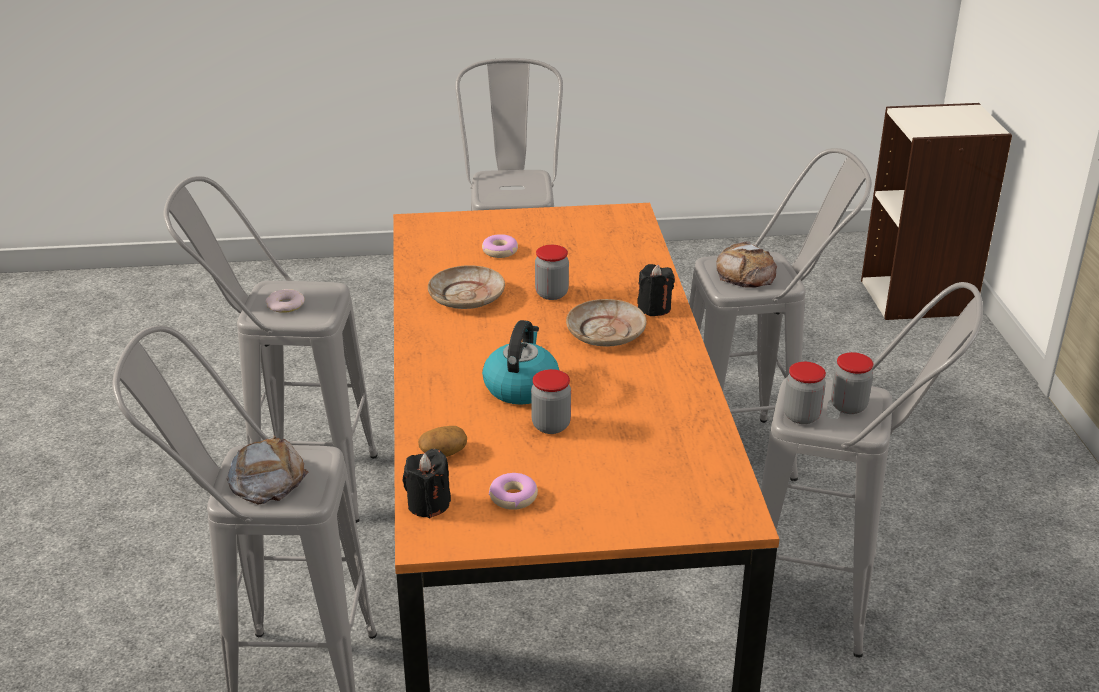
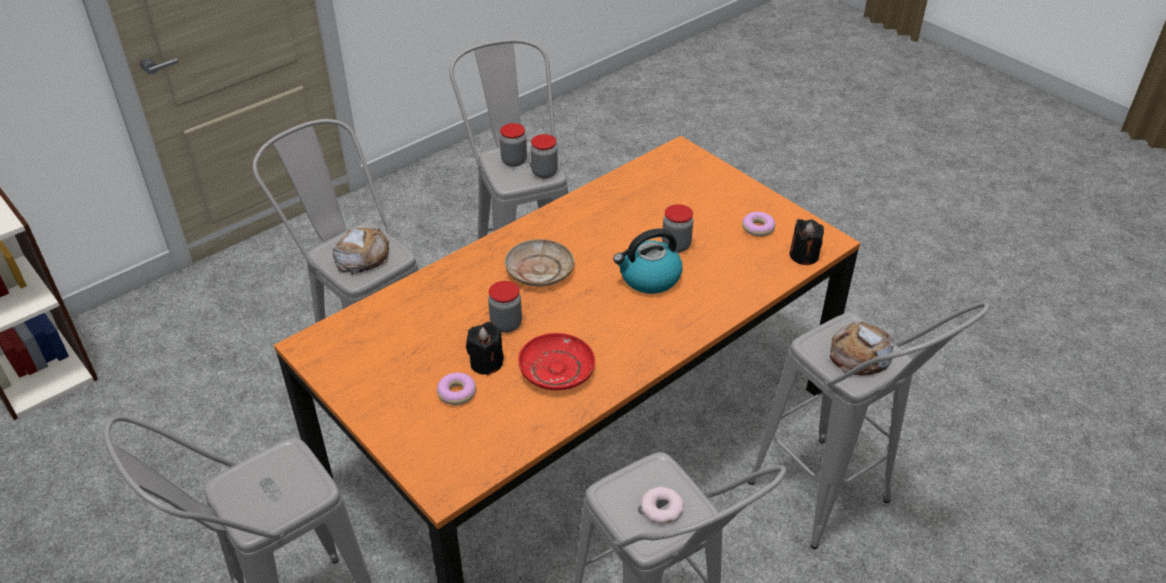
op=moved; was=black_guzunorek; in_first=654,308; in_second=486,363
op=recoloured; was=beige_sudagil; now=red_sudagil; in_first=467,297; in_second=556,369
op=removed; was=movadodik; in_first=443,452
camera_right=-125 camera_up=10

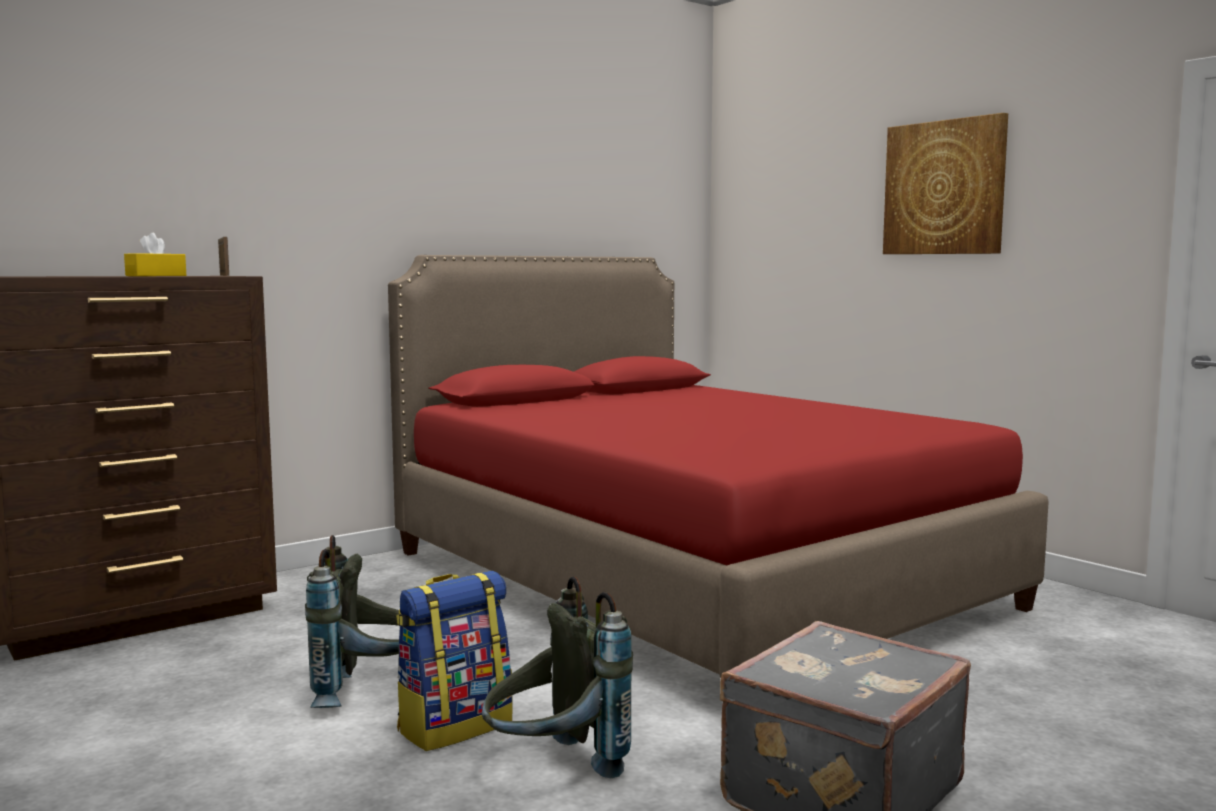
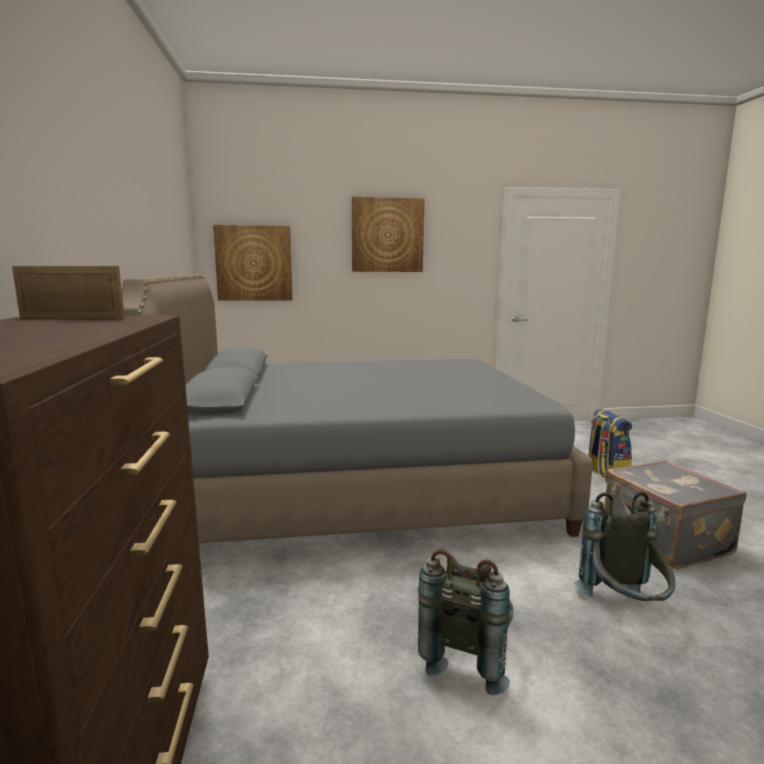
op=recoloured; was=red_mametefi; now=grey_mametefi; in_first=688,579; in_second=361,487
op=added; now=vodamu; in_second=254,263
op=moved; was=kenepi; in_first=455,726; in_second=605,473
op=removed; was=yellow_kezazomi; in_first=156,276
camera_right=-60 camera_up=5

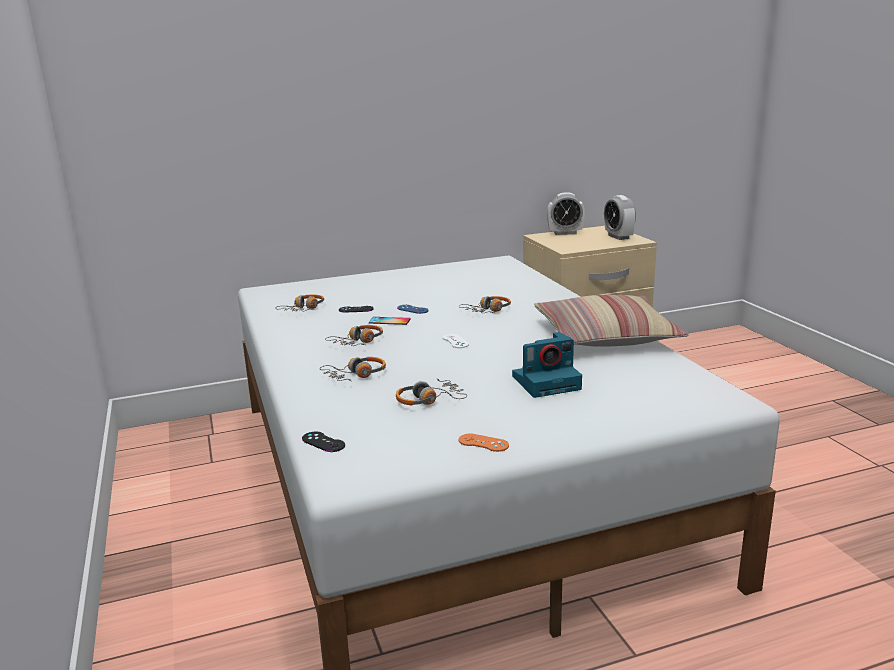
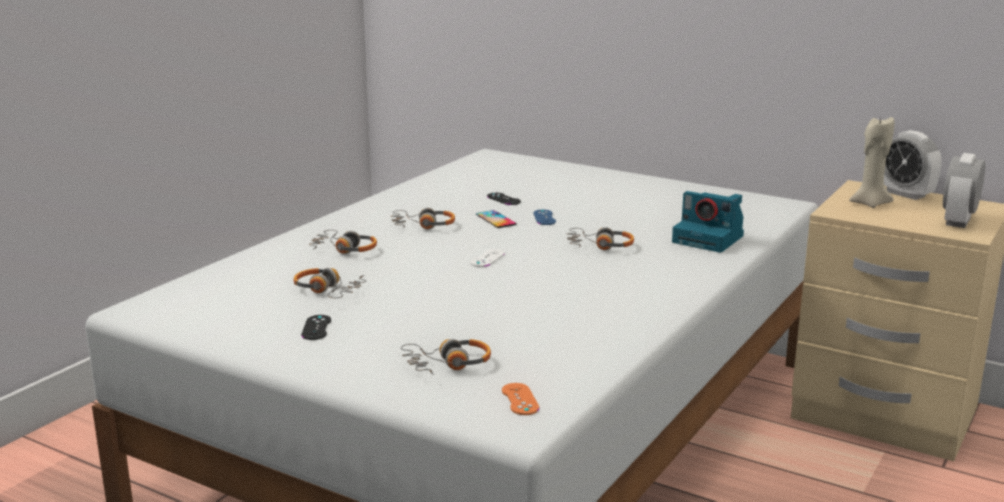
op=moved; was=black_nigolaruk; in_first=323,442; in_second=316,328
op=moved; was=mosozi; in_first=304,309; in_second=447,364
op=moved; was=orange_nigolaruk; in_first=483,443; in_second=520,399
op=moved; was=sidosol; in_first=547,382; in_second=709,239
op=added; now=beige_guzunorek; in_second=869,203
op=removed; was=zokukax; in_first=605,336
camera_right=50 camera_up=0

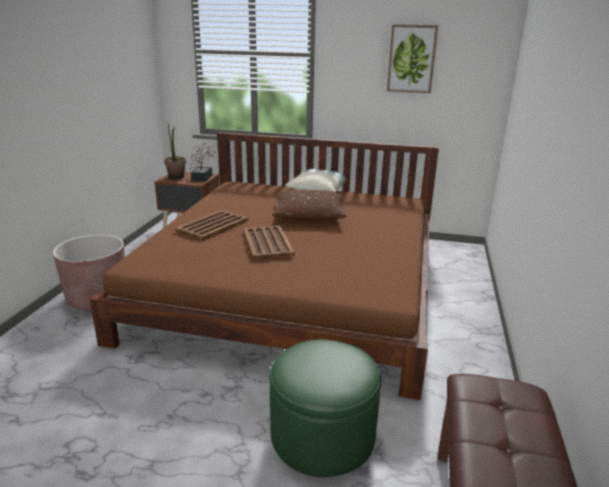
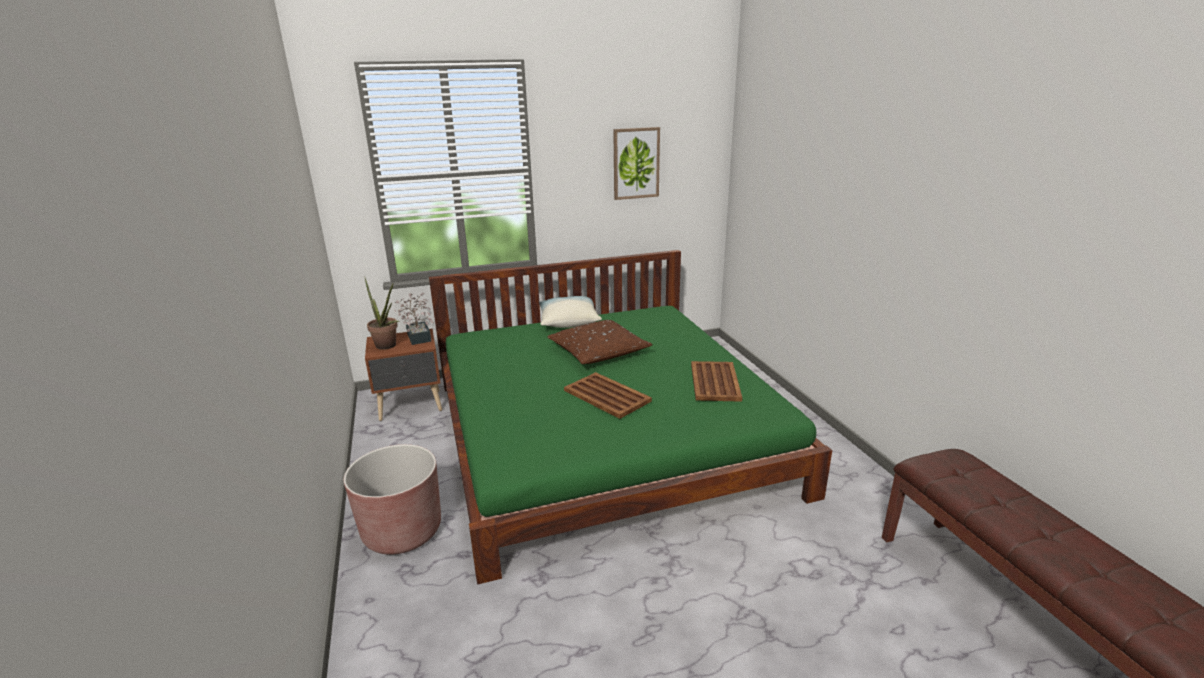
op=recoloured; was=brown_mametefi; now=green_mametefi; in_first=293,286; in_second=604,434
op=moved; was=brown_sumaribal; in_first=213,225; in_second=715,381
op=removed; was=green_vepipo; in_first=322,435
camera_right=-30 camera_up=0

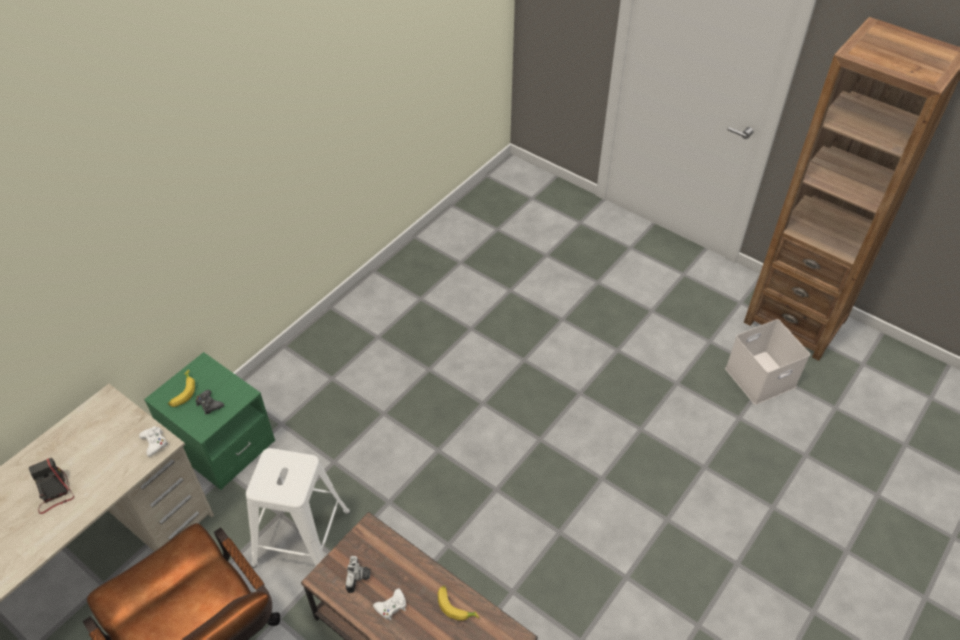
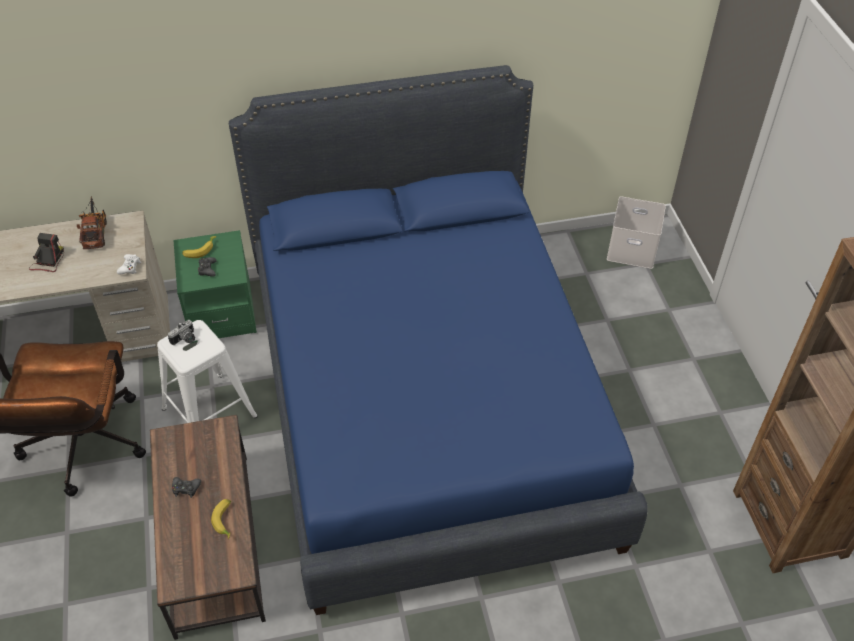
op=added; now=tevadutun; in_second=95,232
op=moved; was=sidosol; in_first=359,578; in_second=185,339
op=recoloured; was=white_nigolaruk; now=black_nigolaruk; in_first=391,606; in_second=186,488
op=added; now=blue_mametefi; in_second=427,403
op=moved; was=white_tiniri; in_first=760,376; in_second=633,248
camera_right=40 camera_up=0

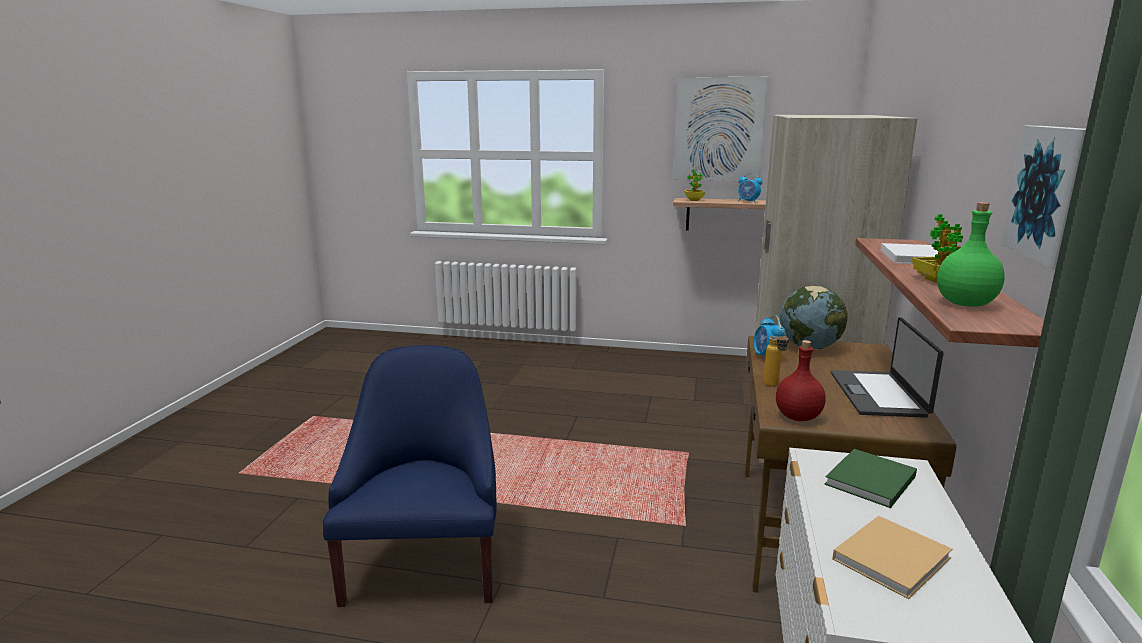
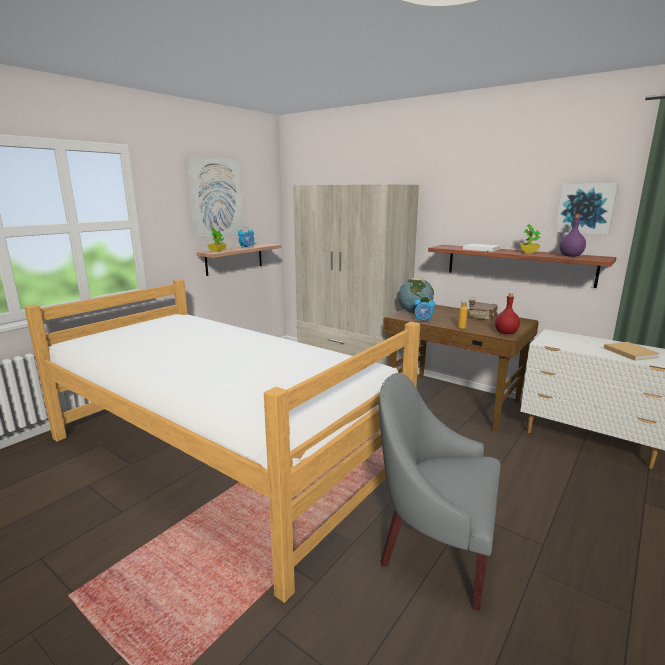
op=added; now=mametefi; in_second=221,454
op=recoloured; was=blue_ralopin; now=grey_ralopin; in_first=425,564; in_second=434,546
op=replaced; was=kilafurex; now=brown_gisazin; in_first=879,394; in_second=483,316
op=recoloured; was=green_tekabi; now=purple_tekabi; in_first=965,303; in_second=570,256
op=removed; was=green_gisazin; in_first=869,481
camera_right=-65 camera_up=0

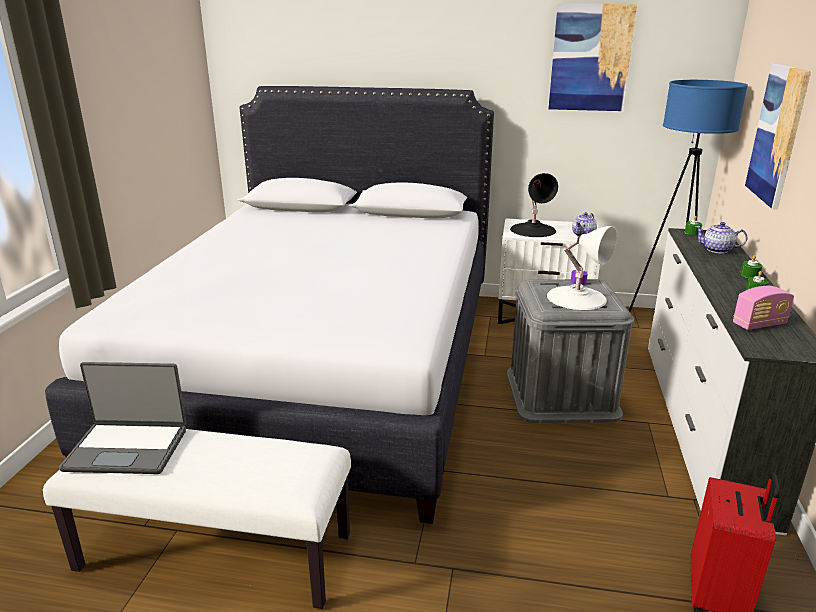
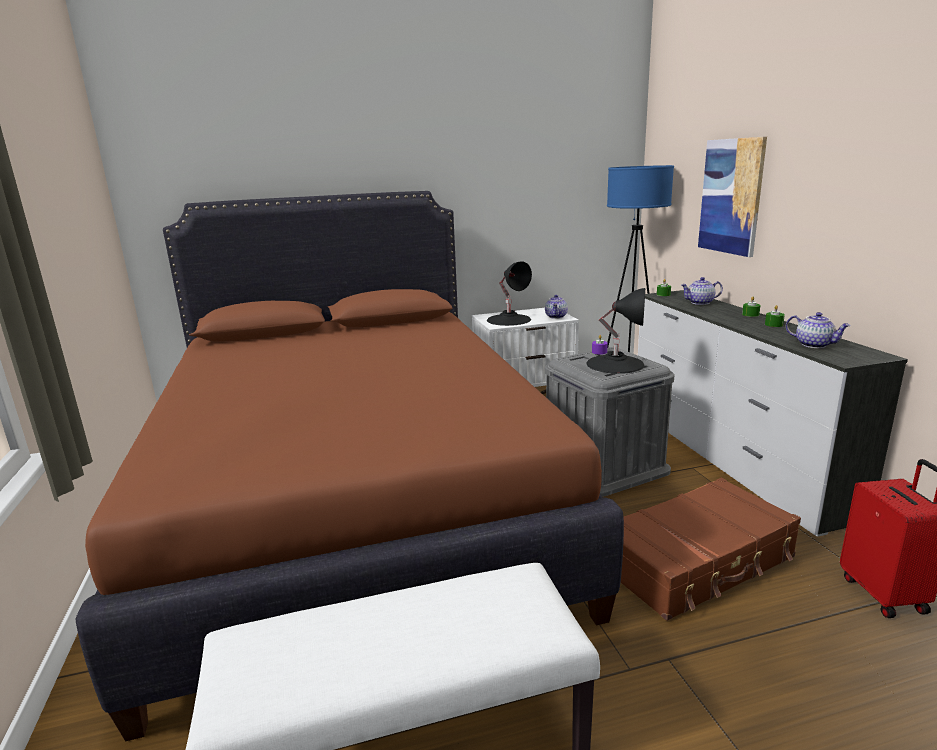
op=recoloured; was=white_mametefi; now=brown_mametefi; in_first=323,368; in_second=355,503
op=recoloured; was=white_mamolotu; now=black_mamolotu; in_first=576,297; in_second=615,364
op=added; now=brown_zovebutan; in_second=697,562
op=replaced; was=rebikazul; now=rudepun; in_first=759,324; in_second=814,345
op=removed; was=kilafurex; in_first=128,448
op=removed; was=vodamu; in_first=590,58
camera_right=-25 camera_up=-5

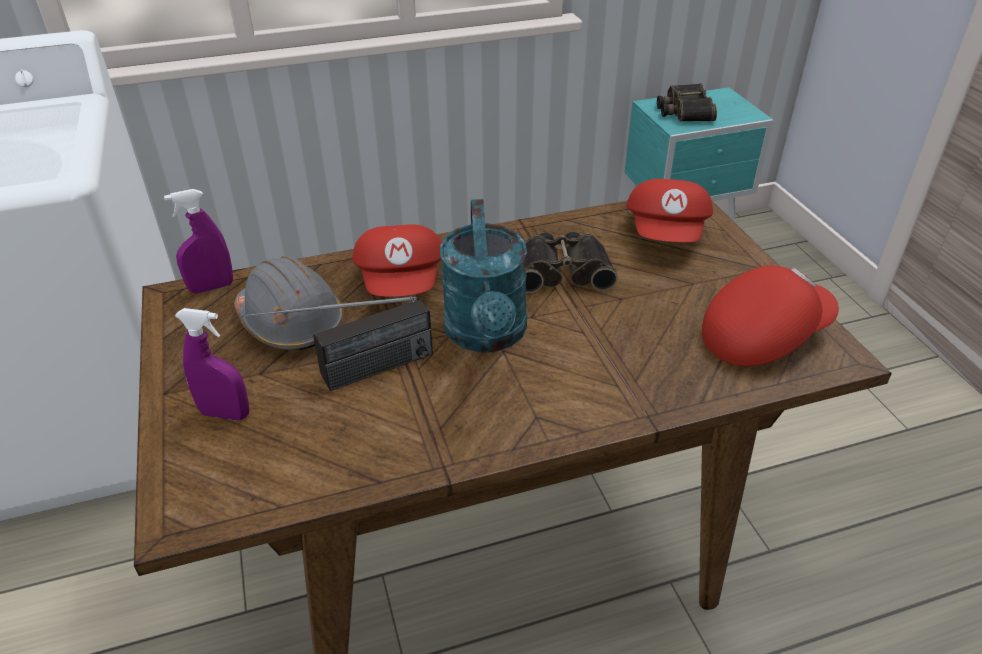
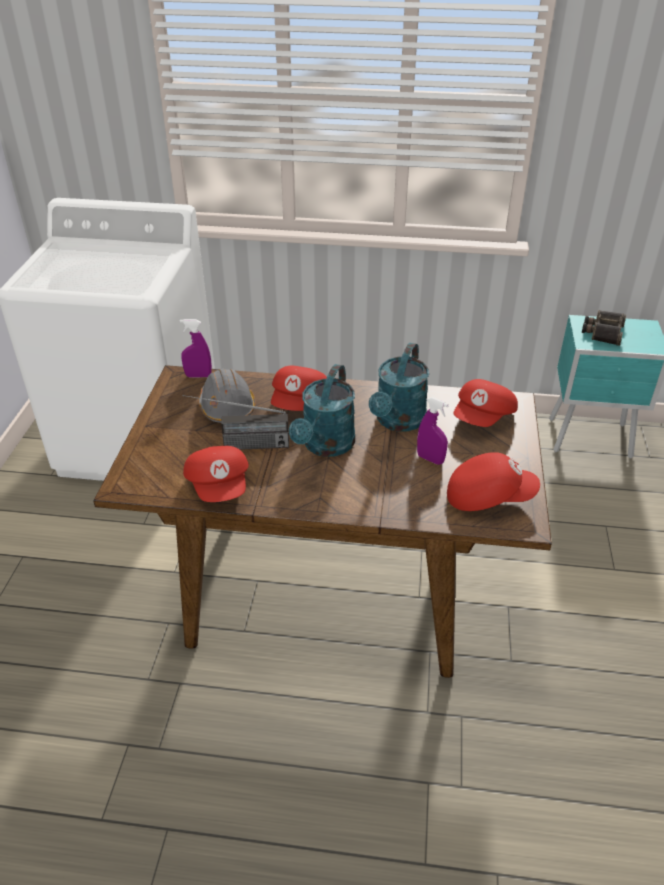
op=added; now=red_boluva; in_second=220,486
op=replaced; was=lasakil; now=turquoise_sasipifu; in_first=562,270; in_second=398,422
op=moved; was=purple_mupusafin; in_first=225,414; in_second=430,459
camera_right=25 camera_up=0

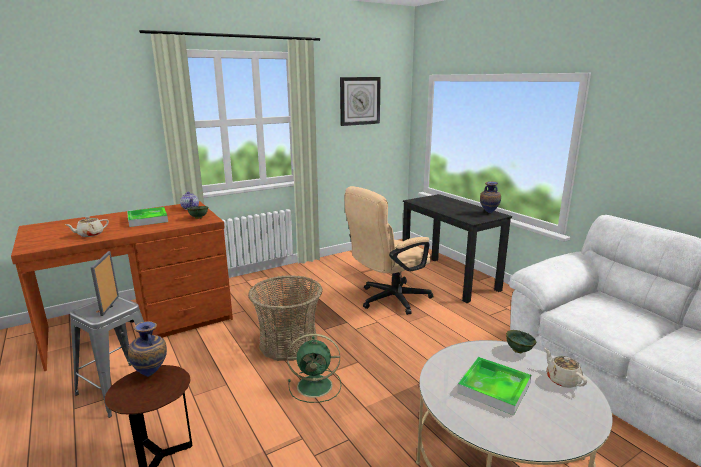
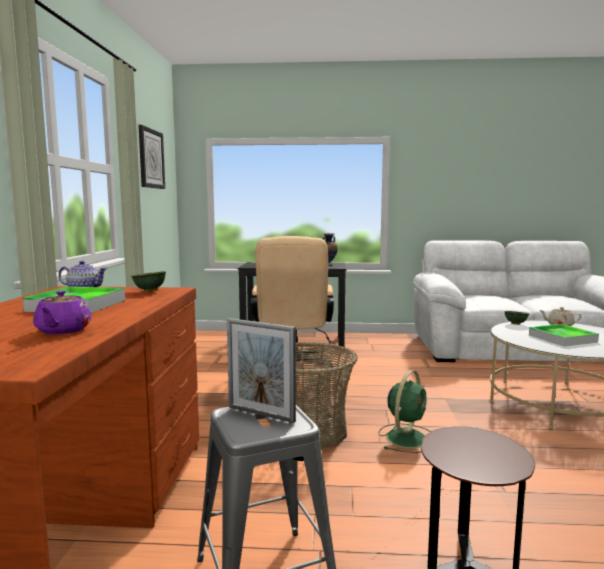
op=recoloured; was=beige_rudepun; now=purple_rudepun; in_first=90,234; in_second=62,331
op=removed; was=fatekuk; in_first=152,374
camera_right=-55 camera_up=-10

